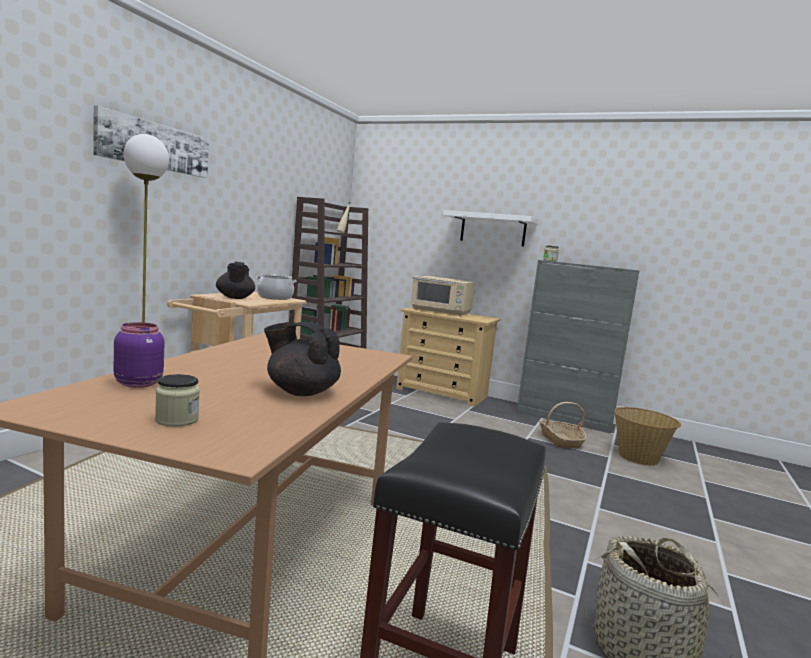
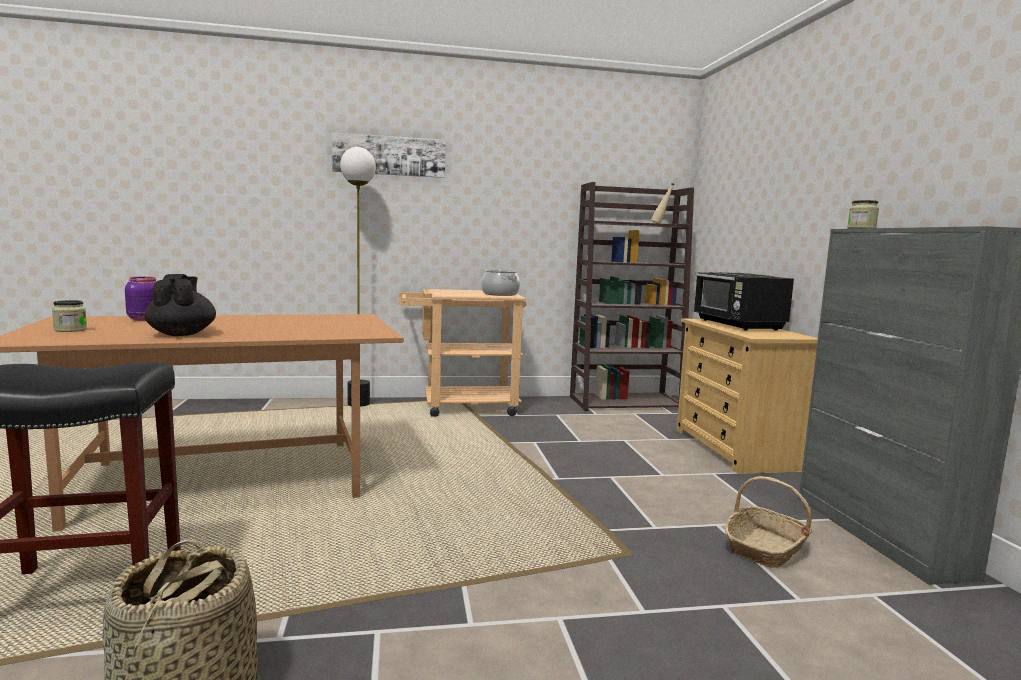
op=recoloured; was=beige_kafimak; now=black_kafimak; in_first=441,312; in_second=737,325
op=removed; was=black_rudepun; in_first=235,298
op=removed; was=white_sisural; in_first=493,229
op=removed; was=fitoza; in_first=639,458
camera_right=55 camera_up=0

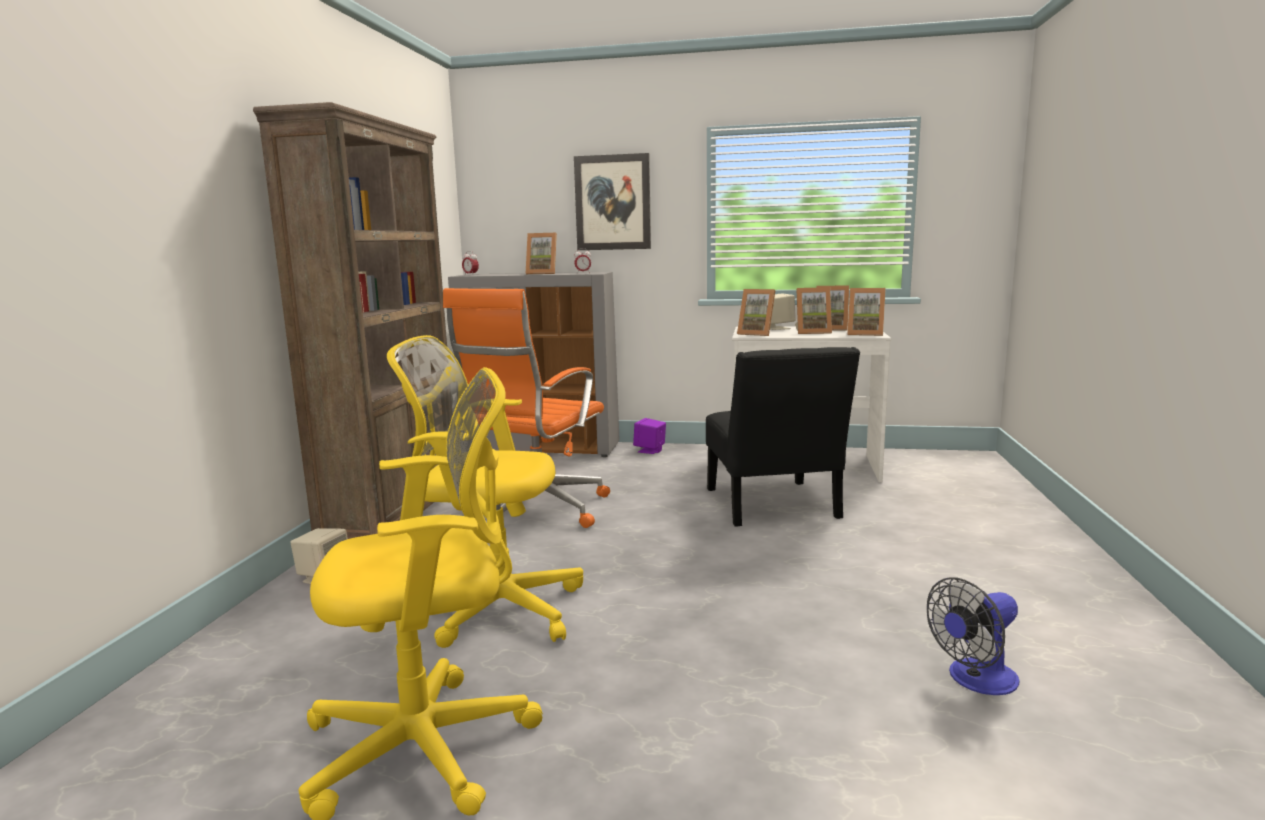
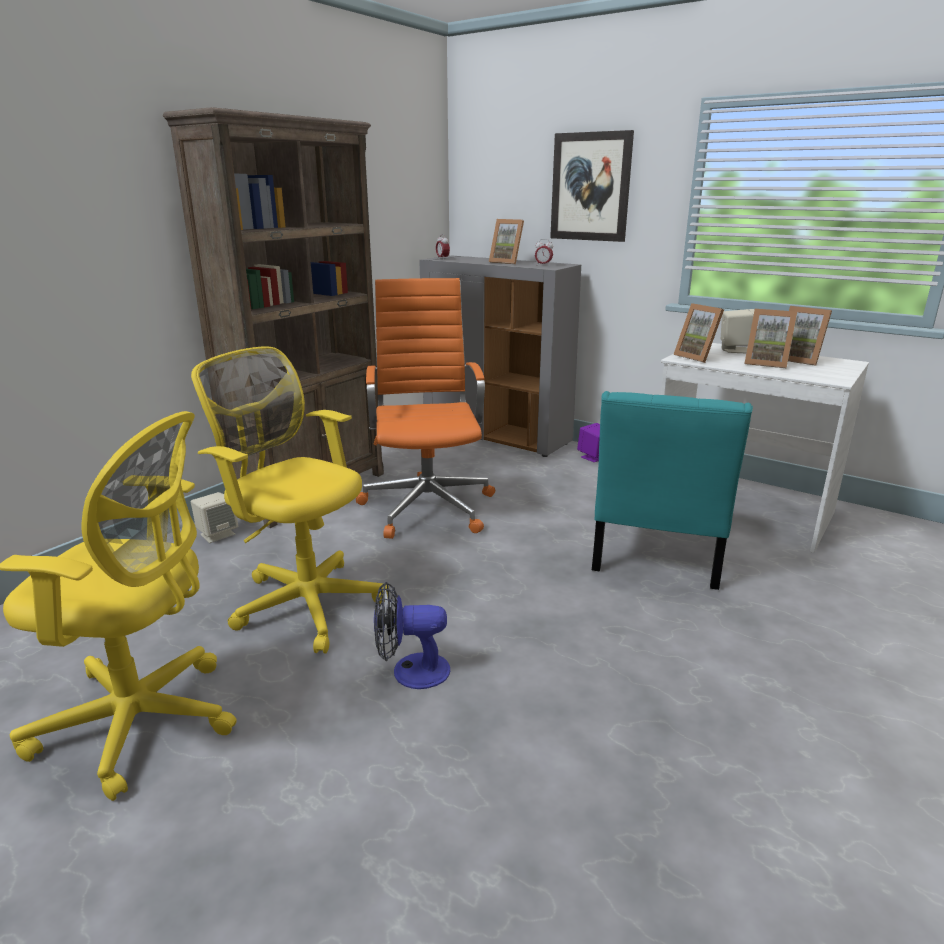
op=turned; was=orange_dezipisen; in_first=535,511; in_second=428,506; clockwise=120
op=moved; was=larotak; in_first=975,680; in_second=410,671
op=recoloured; was=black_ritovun; now=turquoise_ritovun; in_first=773,507; in_second=655,555
op=removed; was=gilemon; in_first=865,334
camera_right=25 camera_up=10

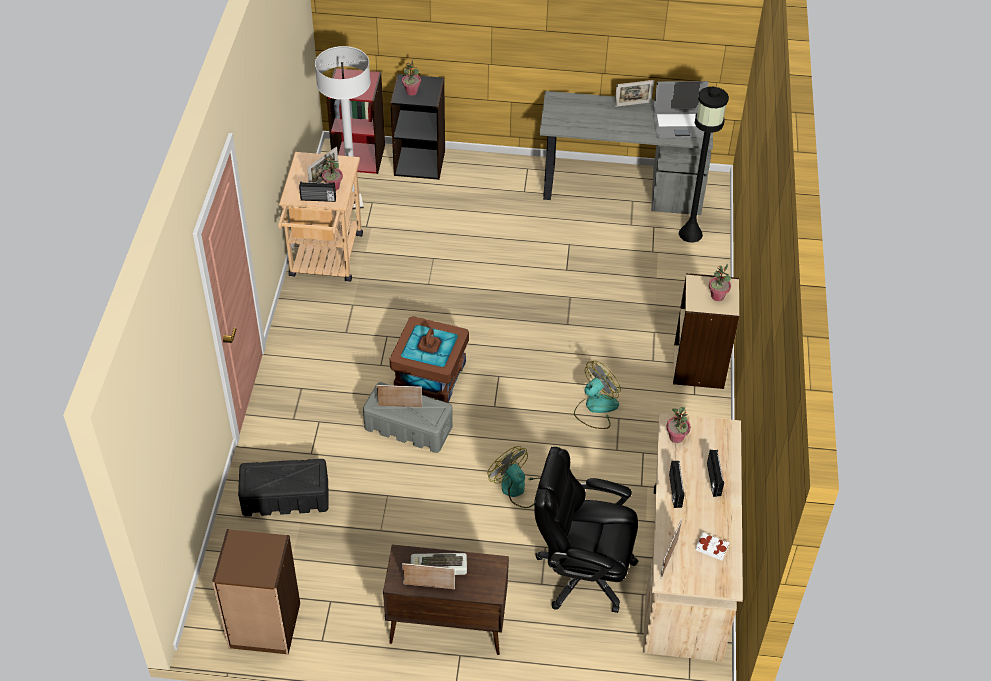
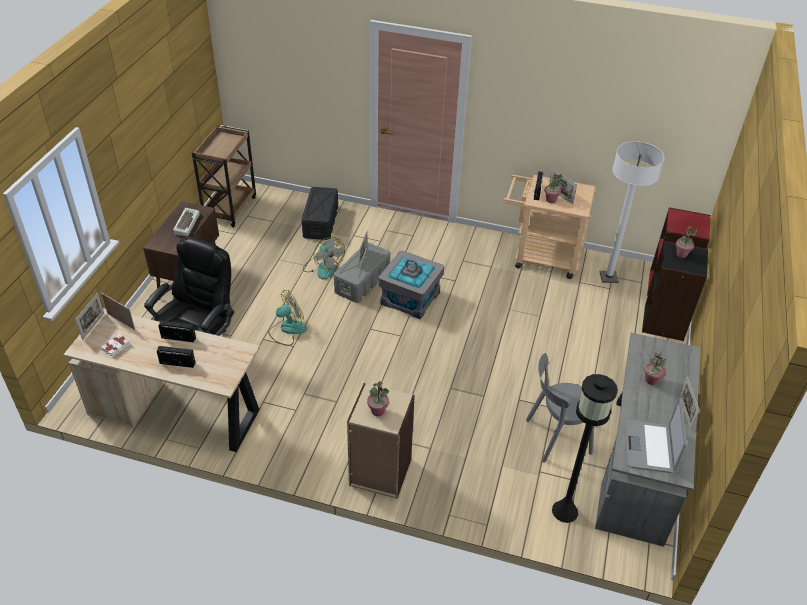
op=moved; was=gilemon; in_first=429,586; in_second=93,326
op=replaced; was=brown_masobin; now=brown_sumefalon; in_first=264,626; in_second=230,207
op=moved; was=larotak; in_first=595,408; in_second=323,267
op=recoloured; was=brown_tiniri; now=grey_tiniri; in_first=429,375; in_second=410,298
op=added; now=grey_ritovun; in_second=555,437
op=moved; was=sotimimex; in_first=676,437; in_second=651,380
camera_right=100 camera_up=-5

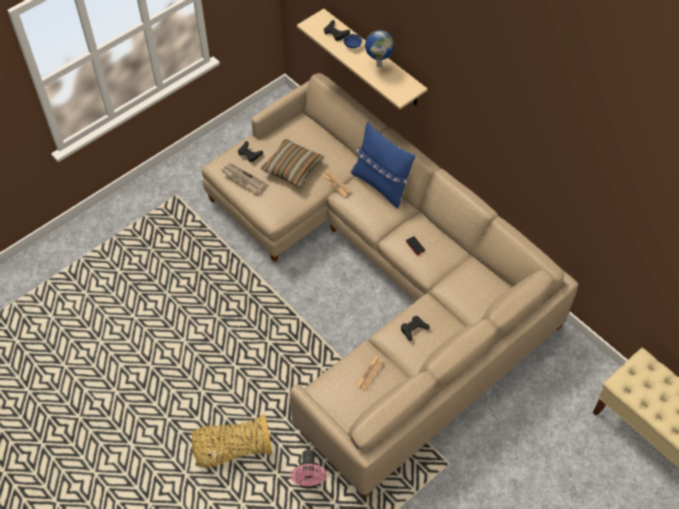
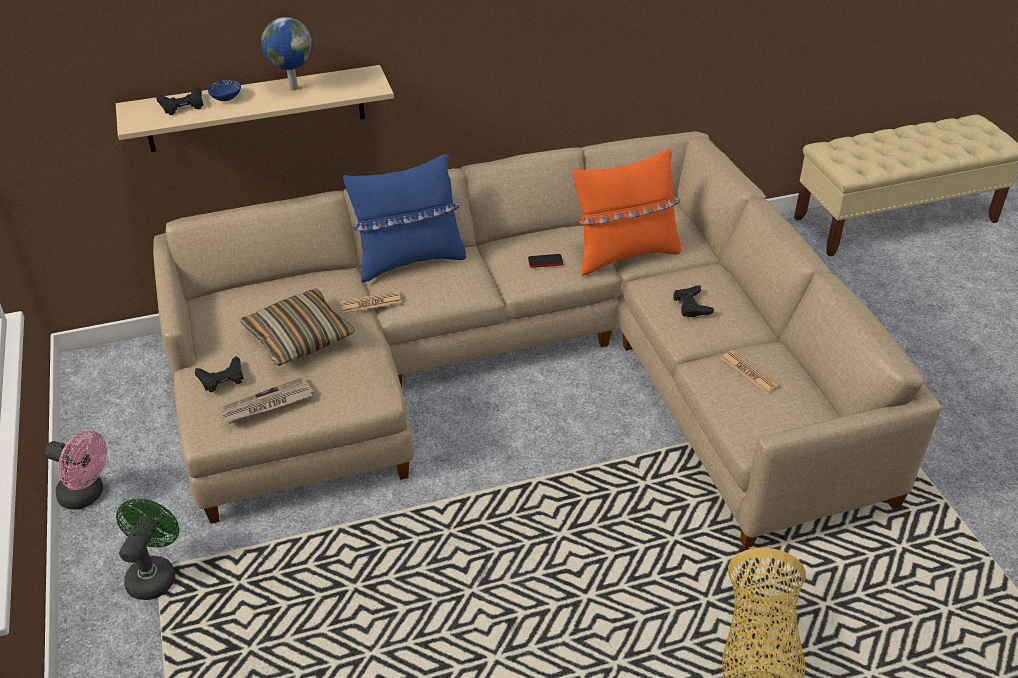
op=moved; was=pink_larotak; in_first=309,480; in_second=87,495
op=added; now=green_larotak; in_second=154,574
op=added; now=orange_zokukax; in_second=625,255
camera_right=-65 camera_up=-15

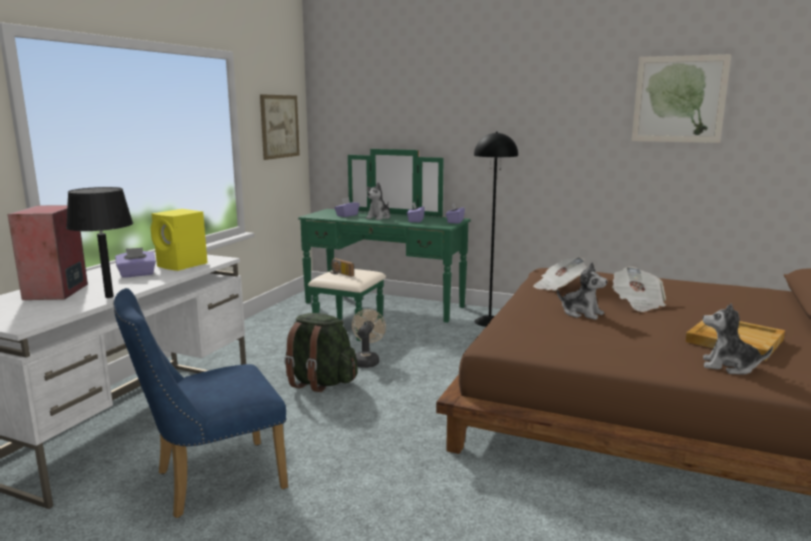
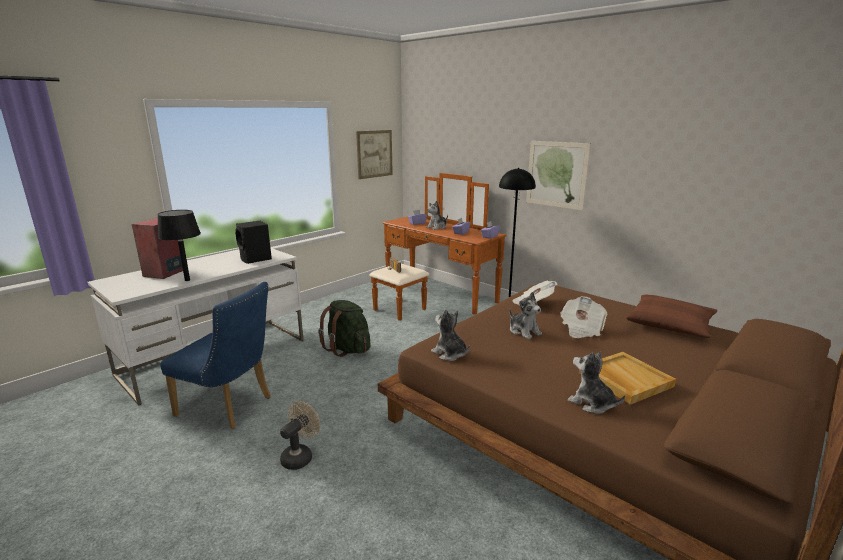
op=turned; was=blue_ritovun; in_first=210,481; in_second=230,407; clockwise=-150
op=recoloured; was=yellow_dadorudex; now=black_dadorudex; in_first=182,265; in_second=256,259
op=moved; was=beige_larotak; in_first=367,361; in_second=300,456
op=recoloured; was=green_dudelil; now=brown_dudelil; in_first=377,310; in_second=431,296
op=added; now=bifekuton; in_second=450,354
op=moved; was=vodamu; in_first=679,99; in_second=556,174
op=added; now=brown_zokukax; in_second=670,324
op=removed; was=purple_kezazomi; in_first=137,274
camera_right=20 camera_up=5

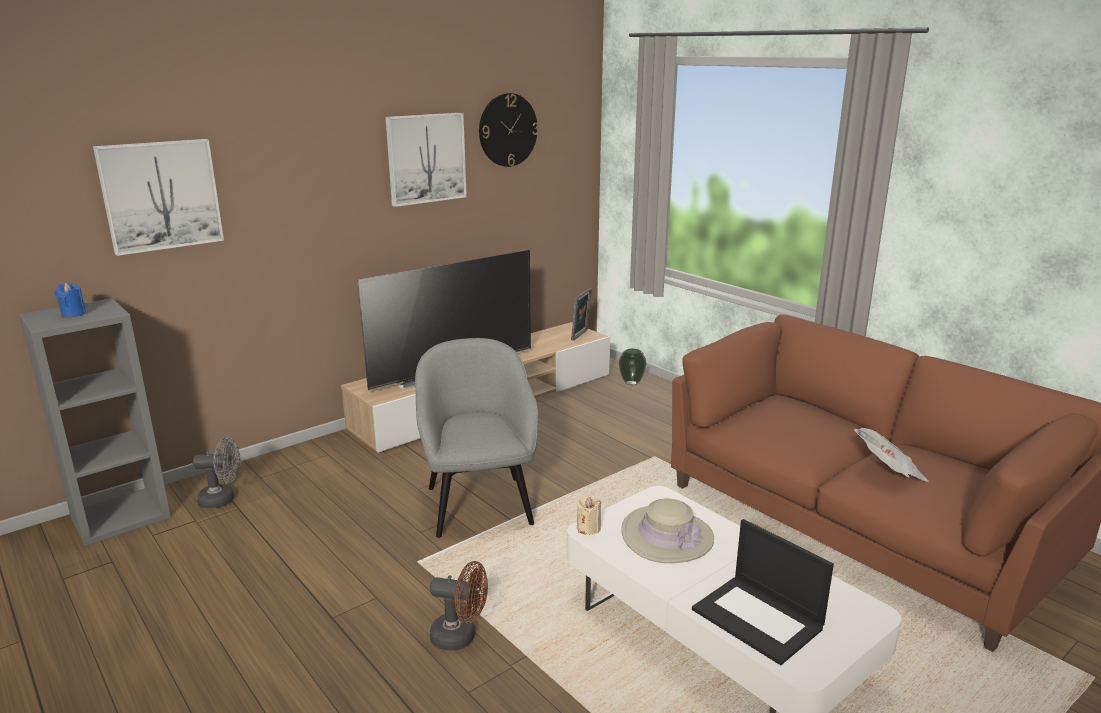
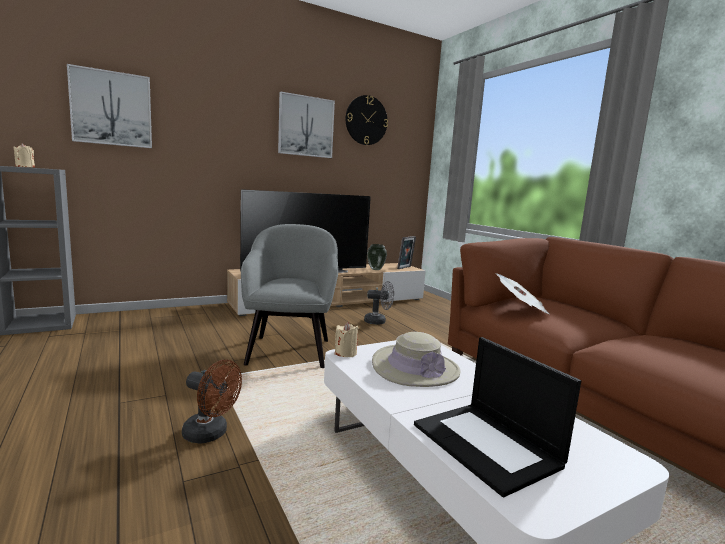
op=recoloured; was=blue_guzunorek; now=beige_guzunorek; in_first=73,314; in_second=25,167
op=moved; was=grey_larotak; in_first=223,499; in_second=378,321
op=moved; was=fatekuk; in_first=632,383; in_second=376,269
op=moved; was=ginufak; in_first=888,471; in_second=520,308
camera_right=10 camera_up=-10

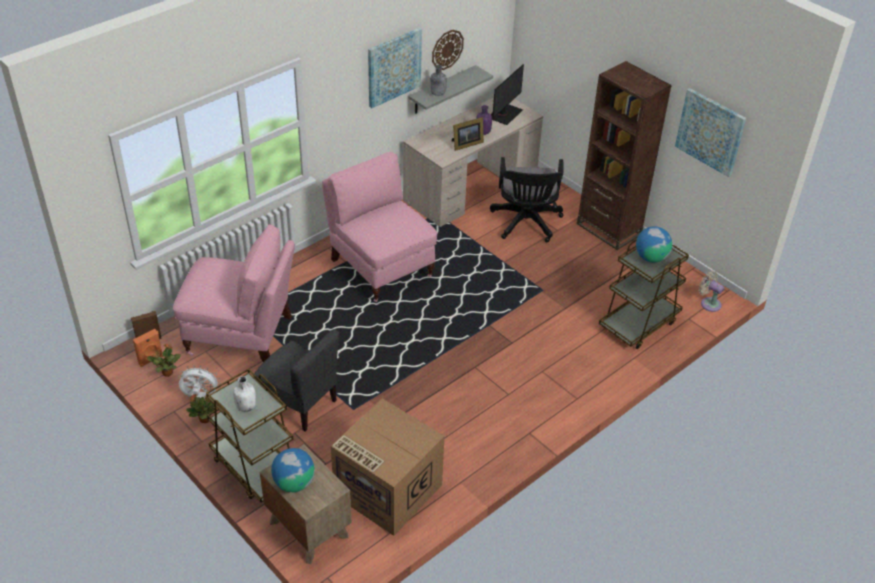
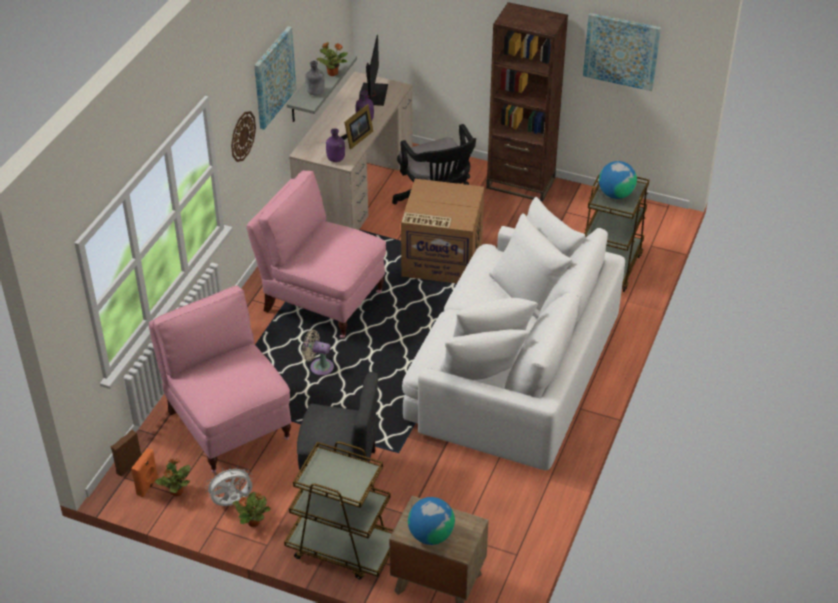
op=turned; was=pink_ritovun; in_first=242,336; in_second=228,424; clockwise=-105
op=moved; was=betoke; in_first=447,49; in_second=242,136
op=moved; was=beige_larotak; in_first=709,303; in_second=319,366
op=added; now=sotimimex; in_second=332,73
op=added; now=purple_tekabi; in_second=336,159
op=moved; was=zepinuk; in_first=386,490; in_second=441,259
op=added; now=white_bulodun; in_second=513,371
op=removed; was=white_tekabi; in_first=246,406
camera_right=-25 camera_up=0

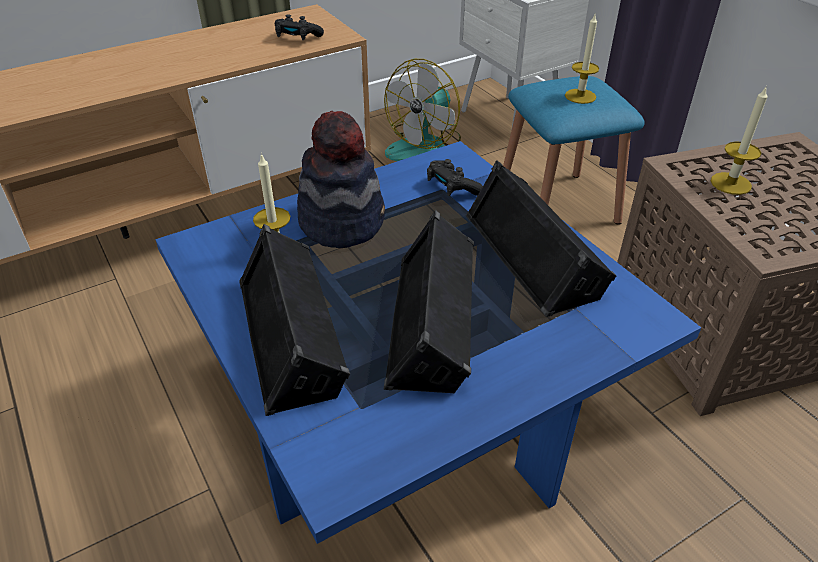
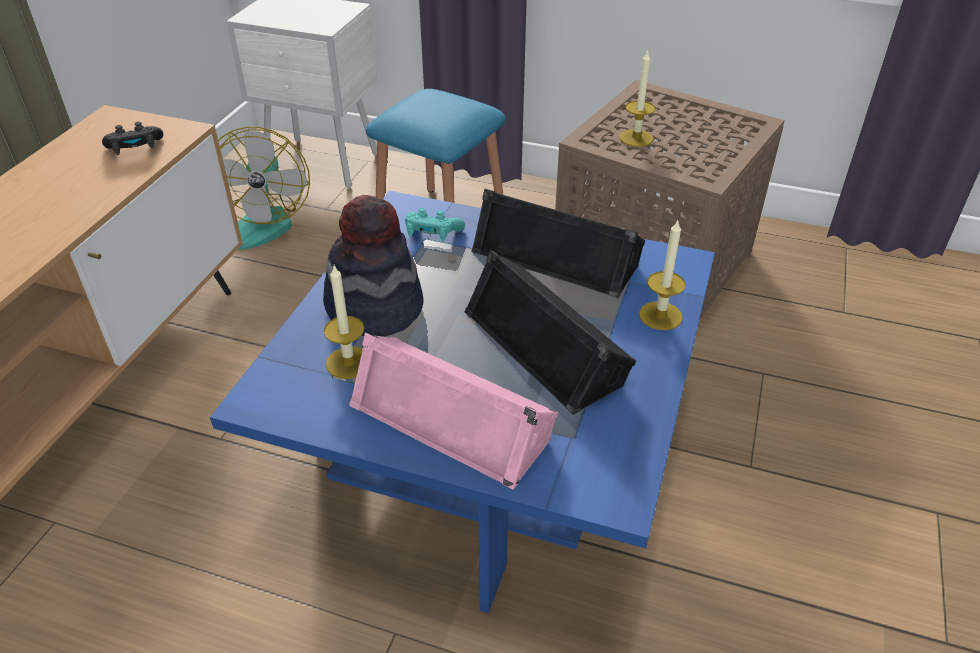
op=recoloured; was=black_dadorudex; now=pink_dadorudex; in_first=294,333; in_second=453,417
op=recoloured; was=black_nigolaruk; now=turquoise_nigolaruk; in_first=452,187; in_second=432,234
op=moved; was=guzunorek; in_first=580,96; in_second=660,316
camera_right=-40 camera_up=0

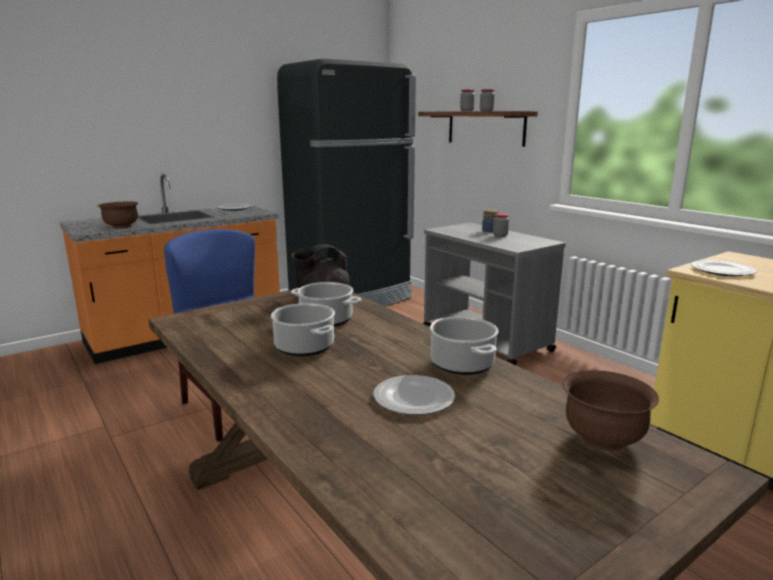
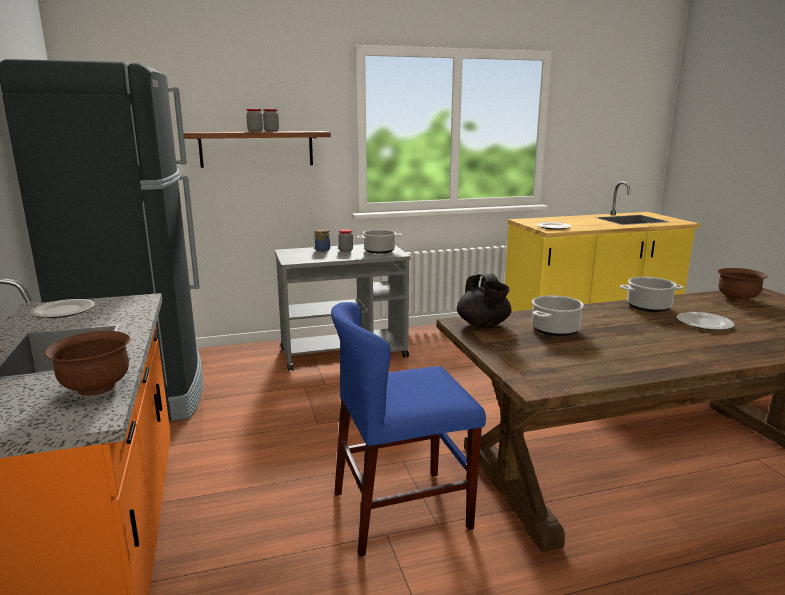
op=moved; was=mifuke; in_first=303,347; in_second=379,251
camera_right=-70 camera_up=0

